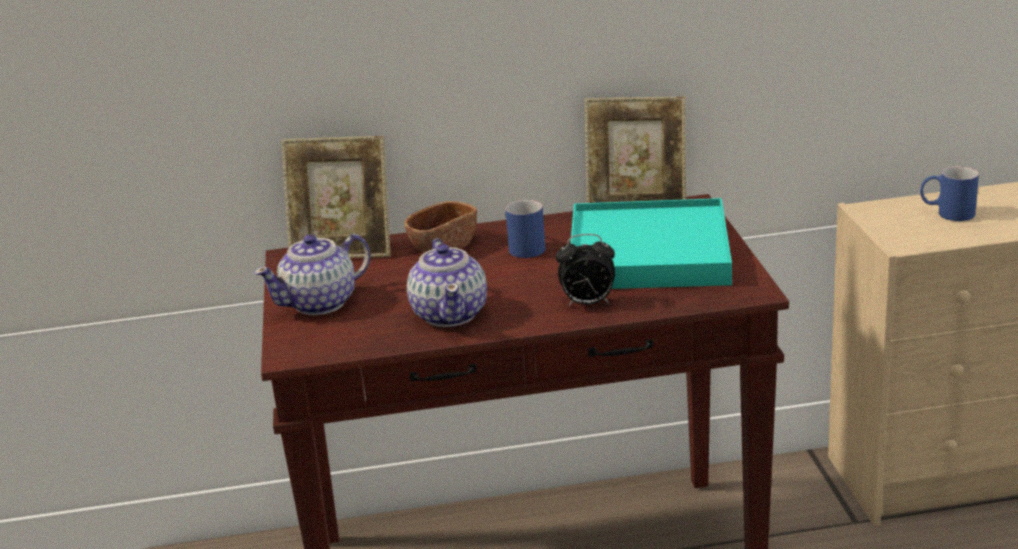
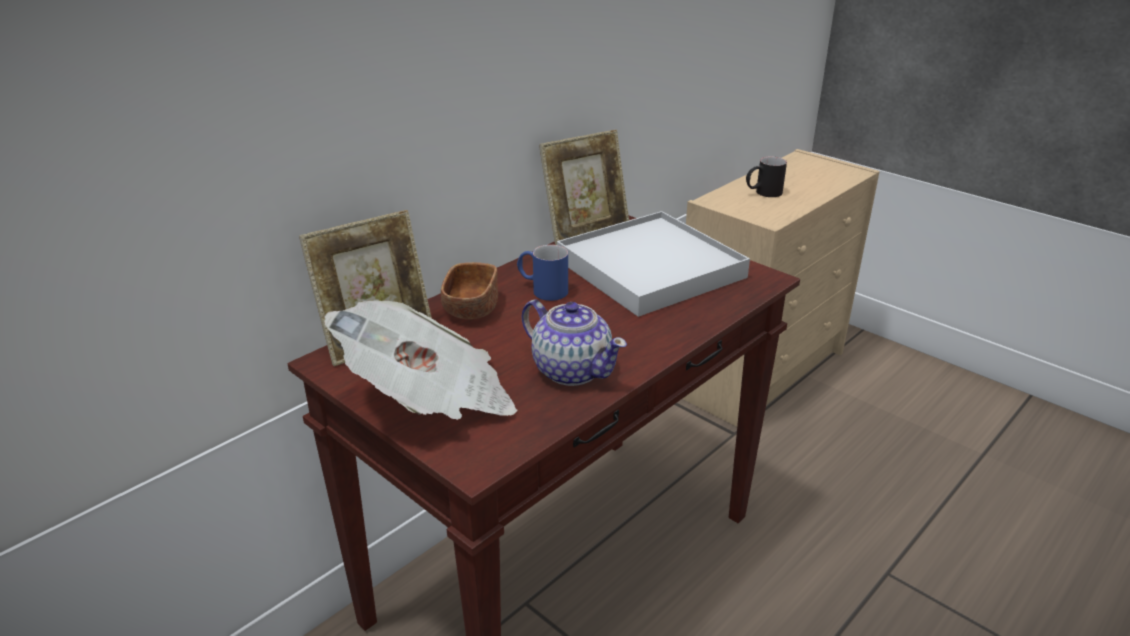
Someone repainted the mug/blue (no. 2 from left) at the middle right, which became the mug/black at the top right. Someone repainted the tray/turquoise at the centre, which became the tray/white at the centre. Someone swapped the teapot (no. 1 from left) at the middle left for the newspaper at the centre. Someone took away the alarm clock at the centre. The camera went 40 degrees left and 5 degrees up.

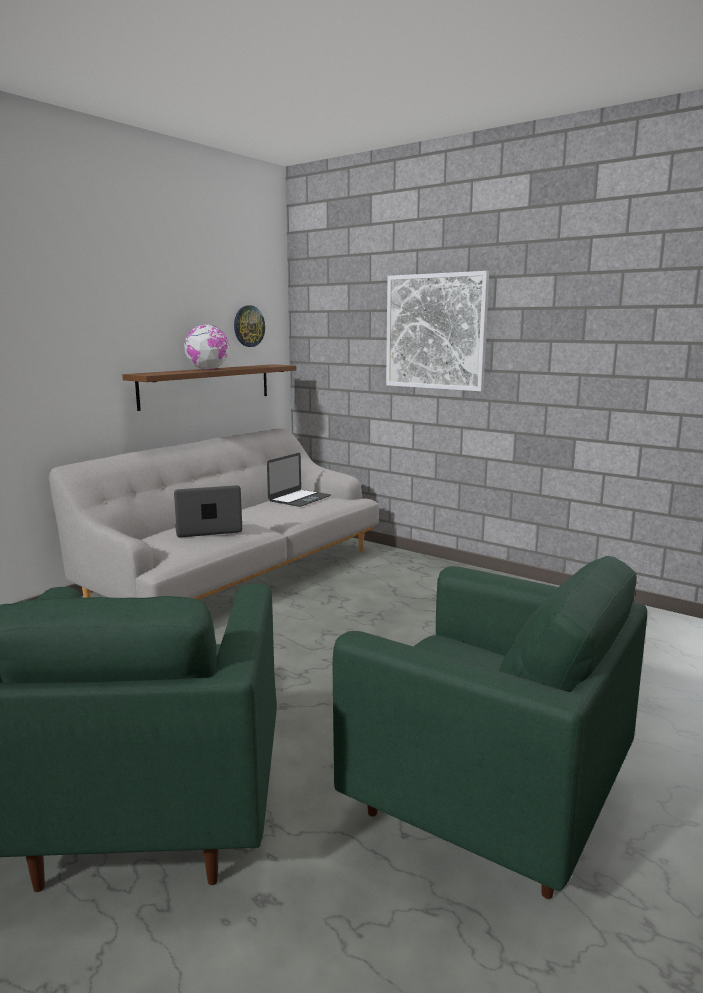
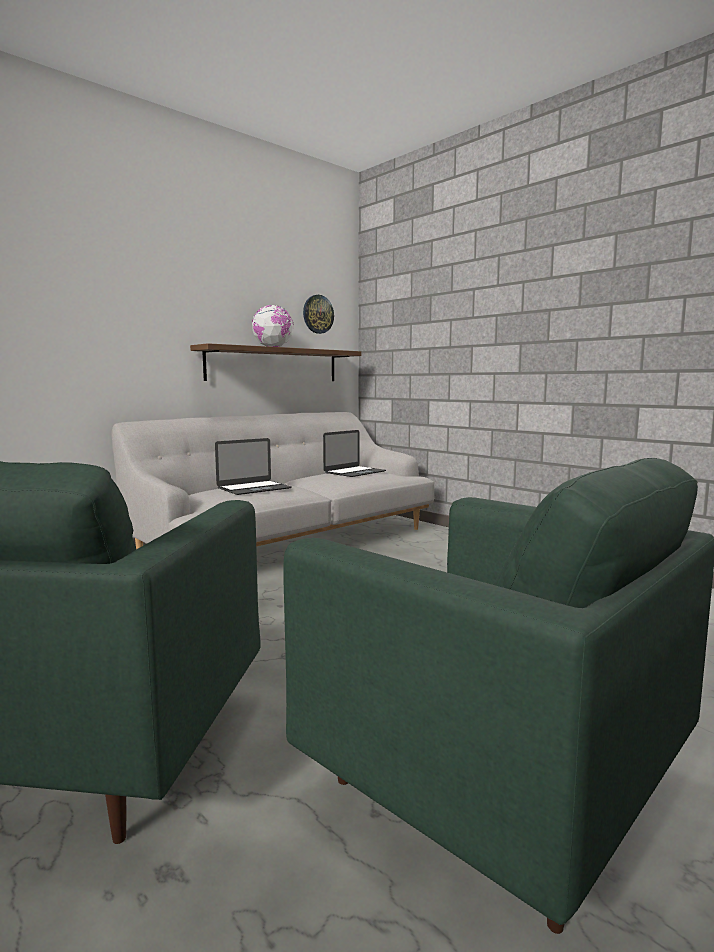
Someone took away the picture at the centre. Someone rotated the laptop (no. 1 from left) at the middle left by 150 degrees clockwise. The camera went 10 degrees right and 5 degrees down.

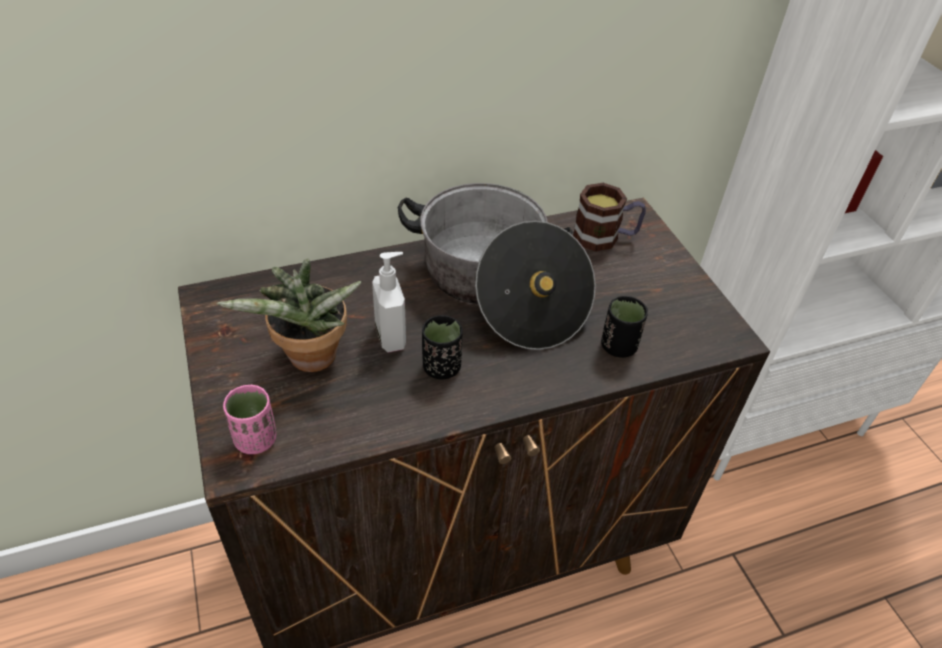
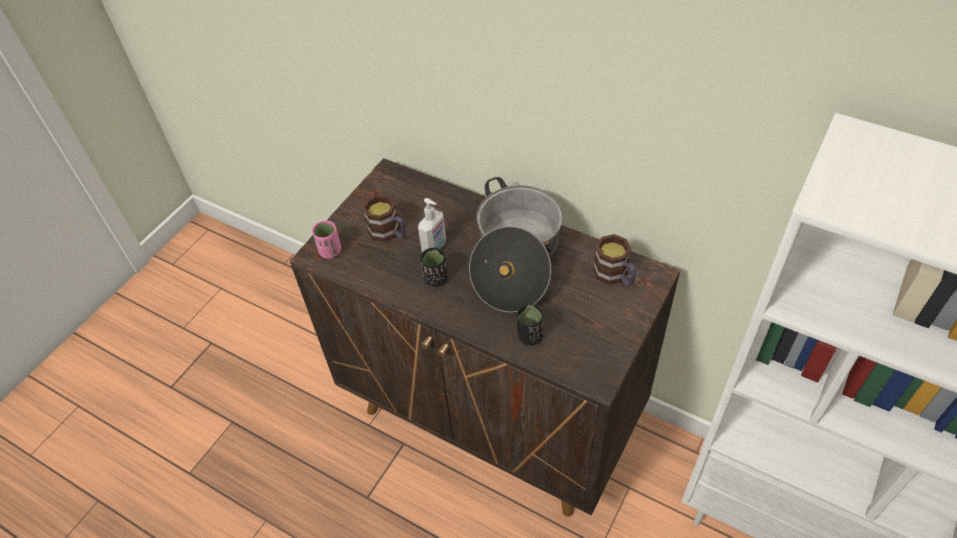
Someone swapped the potted plant at the middle left for the mug (no. 1 from left) at the centre. The camera went 55 degrees right and 5 degrees up.

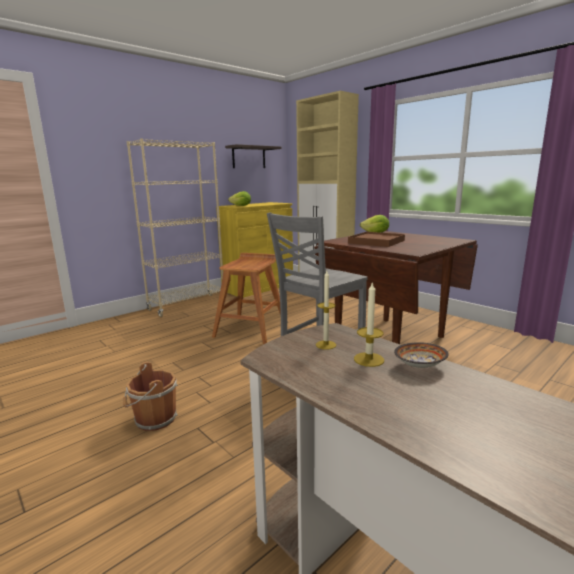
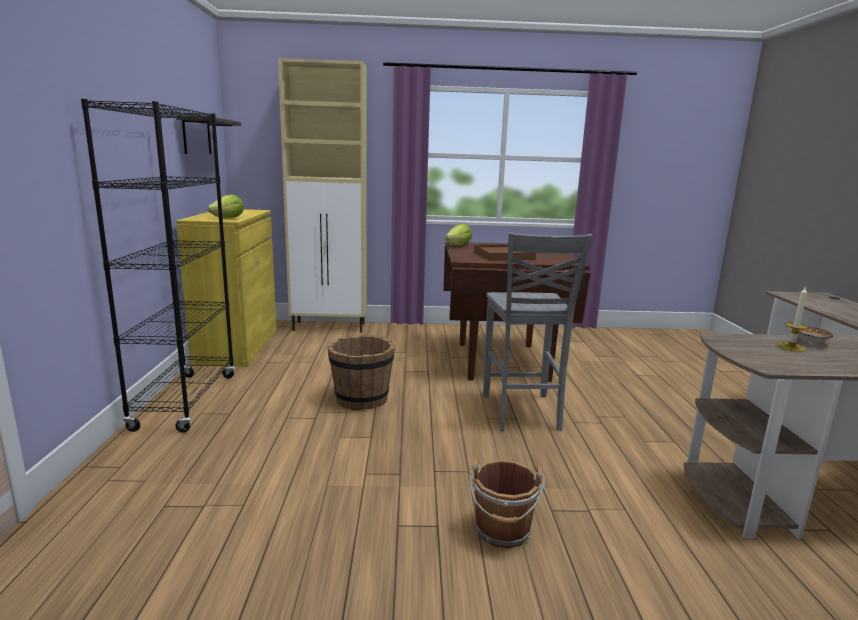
Someone repainted the bookcase/beige at the middle left, which became the bookcase/black at the middle left. Someone swapped the stool/brown at the centre for the bucket/brown (no. 1 from left) at the centre. Someone took away the candle (no. 1 from left) at the centre. The camera went 50 degrees left and 0 degrees up.

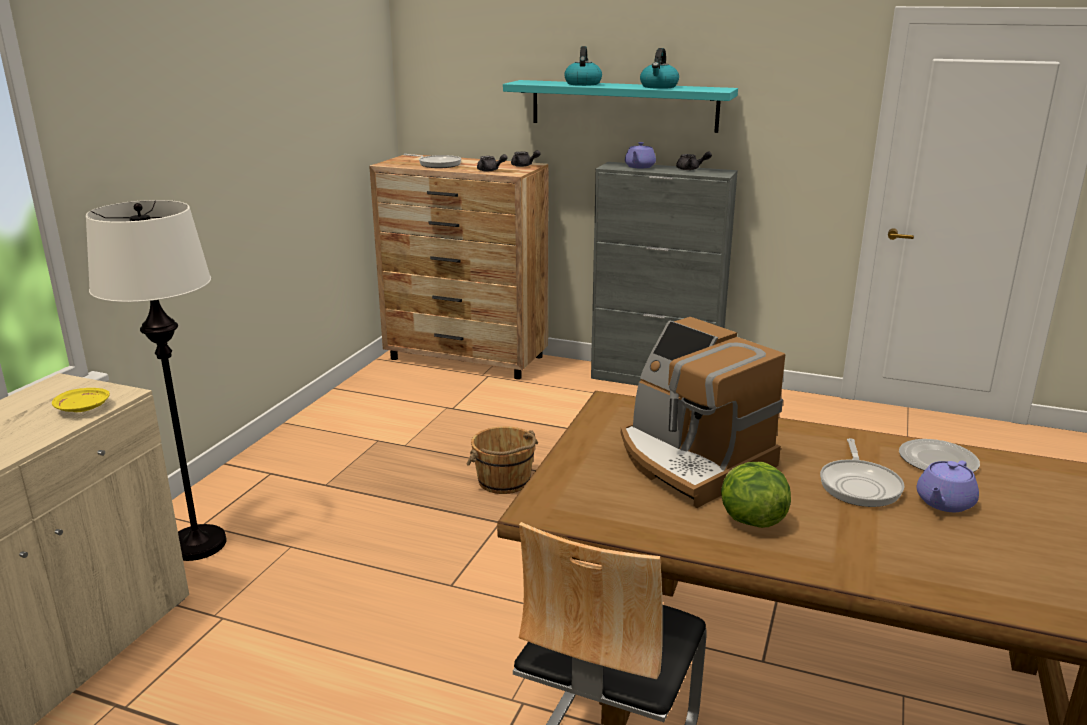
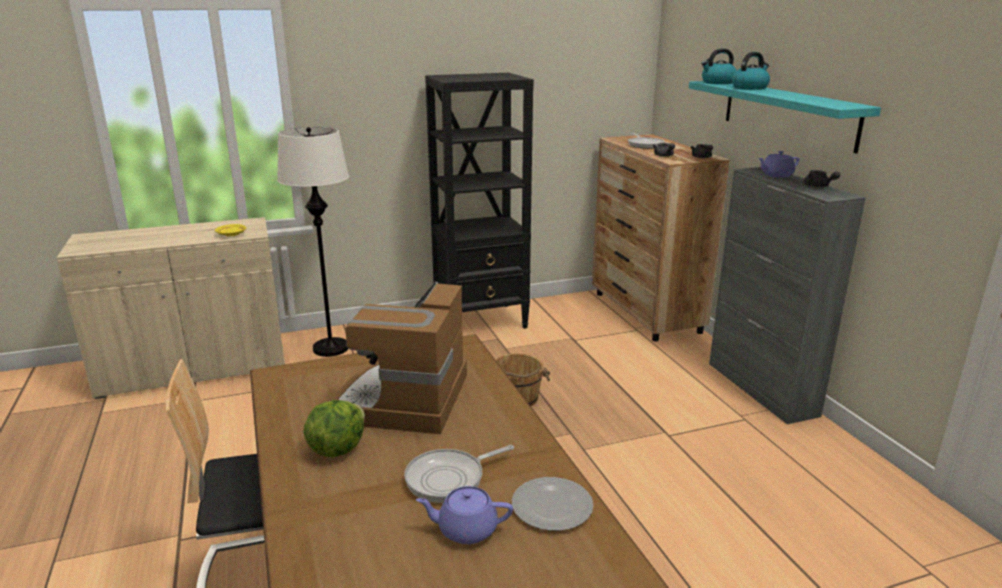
Someone carried the kettle (no. 2 from left in the first image) from the top centre to the top right. Someone put down the bookcase/black at the centre. The camera went 50 degrees right and 0 degrees up.

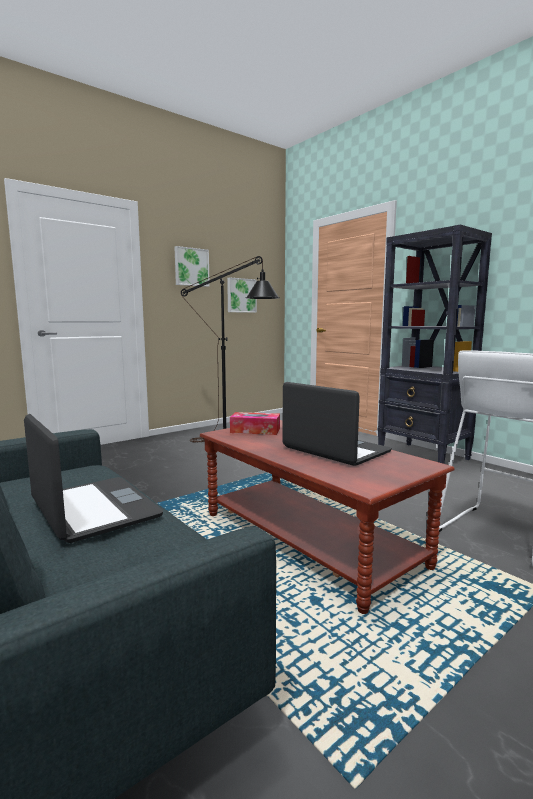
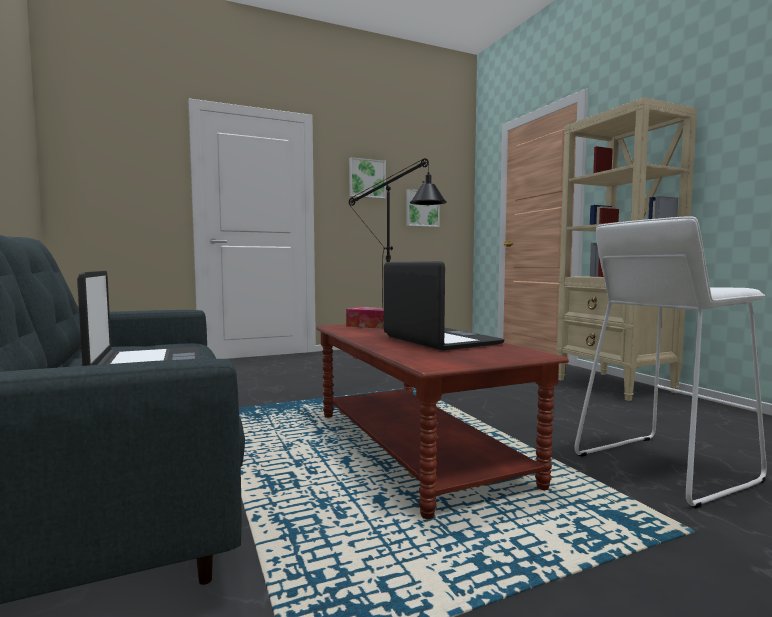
Someone repainted the bookcase/black at the middle right, which became the bookcase/beige at the middle right. The camera went 15 degrees right and 5 degrees down.

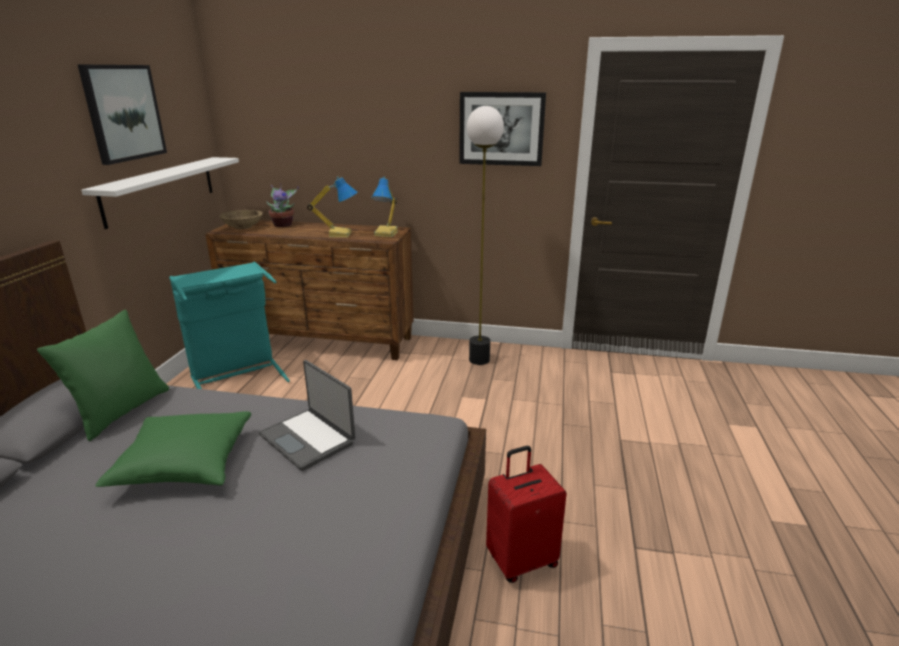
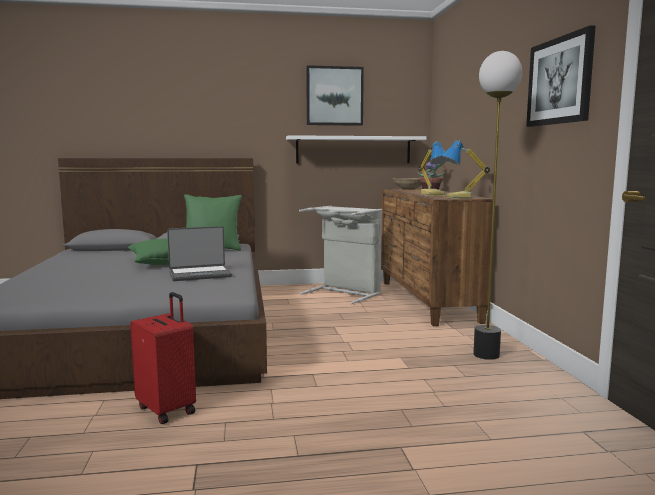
Someone repainted the laundry basket/turquoise at the middle left, which became the laundry basket/grey at the centre. Someone rotated the laptop at the centre by 135 degrees counterclockwise. The camera went 70 degrees right and 15 degrees down.

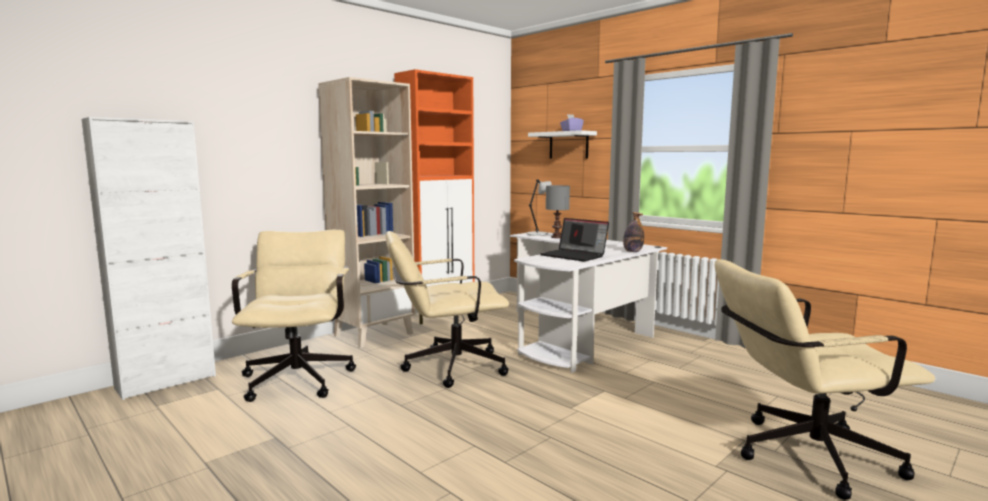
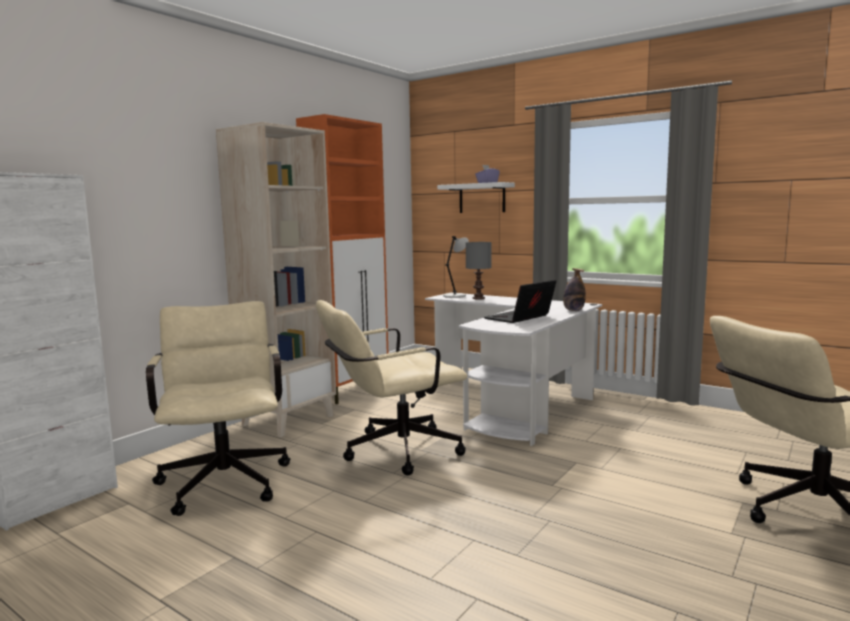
Someone rotated the laptop at the centre by 105 degrees clockwise. The camera went 10 degrees left and 0 degrees up.

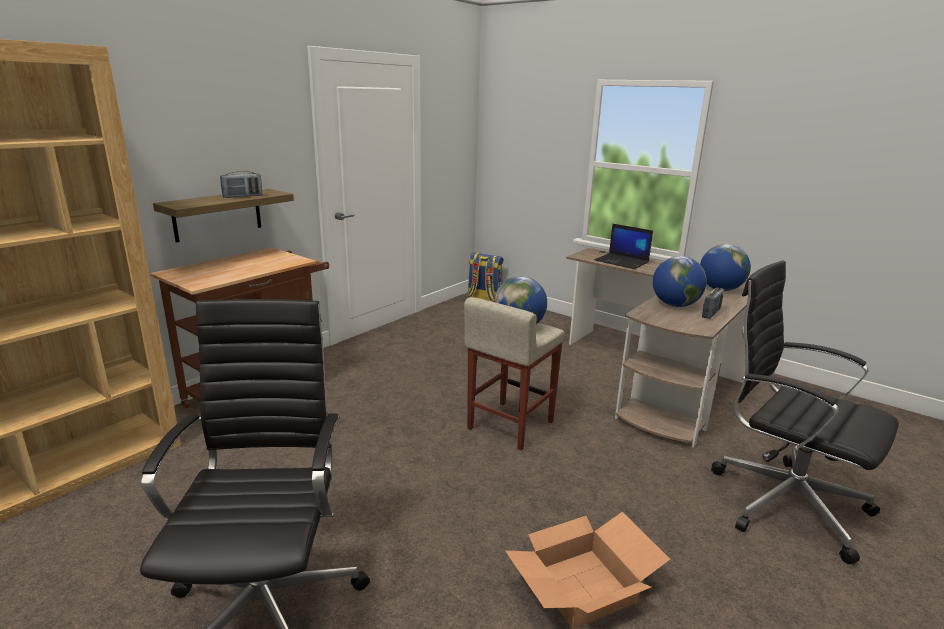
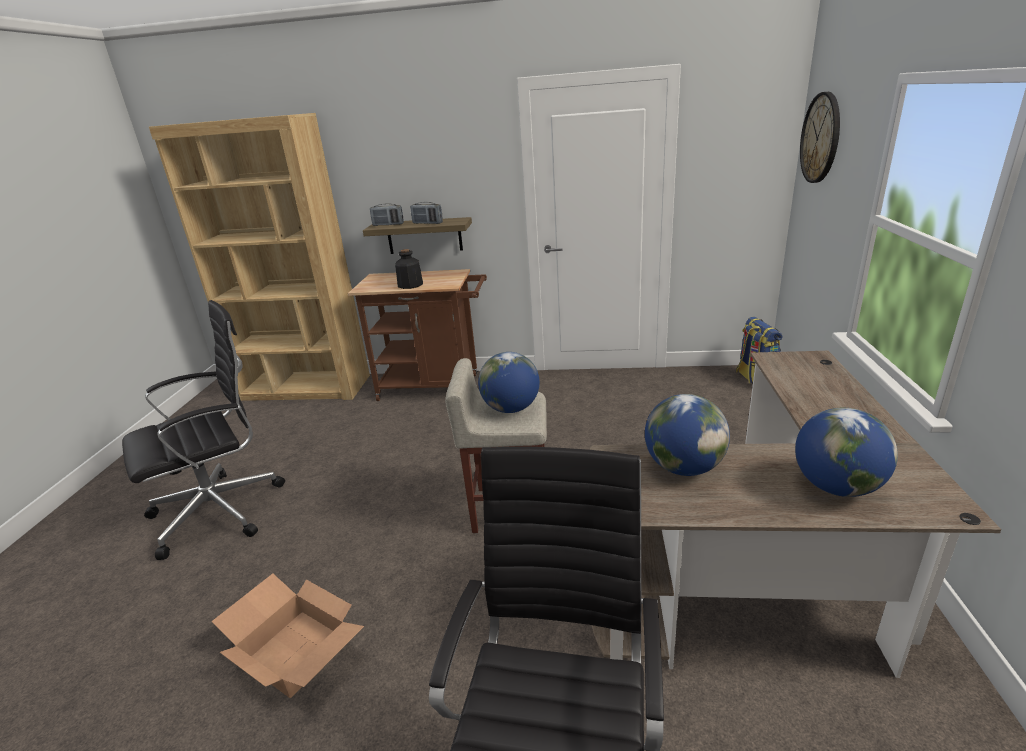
Someone took away the laptop at the centre. Someone carried the radio (no. 2 from left in the first image) from the middle right to the top centre. Someone put up the wall clock at the top right. Someone put down the bottle at the centre. The camera went 60 degrees right and 5 degrees up.

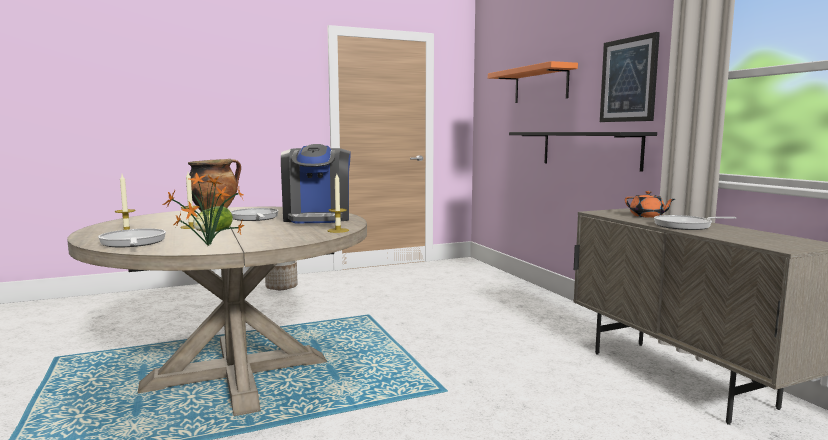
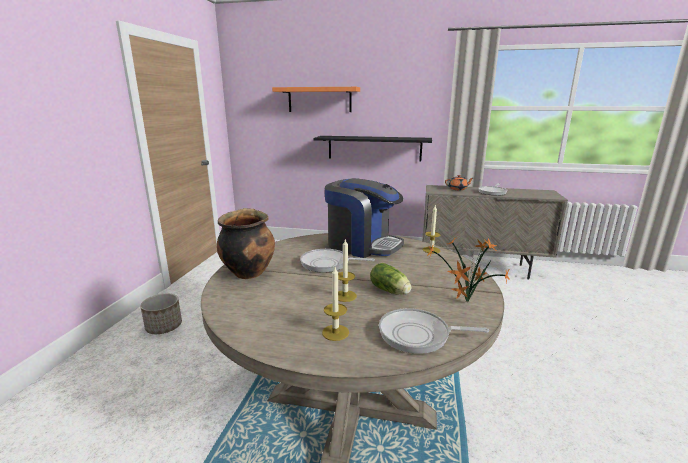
Someone took away the picture at the top right. The camera went 55 degrees left and 10 degrees up.

